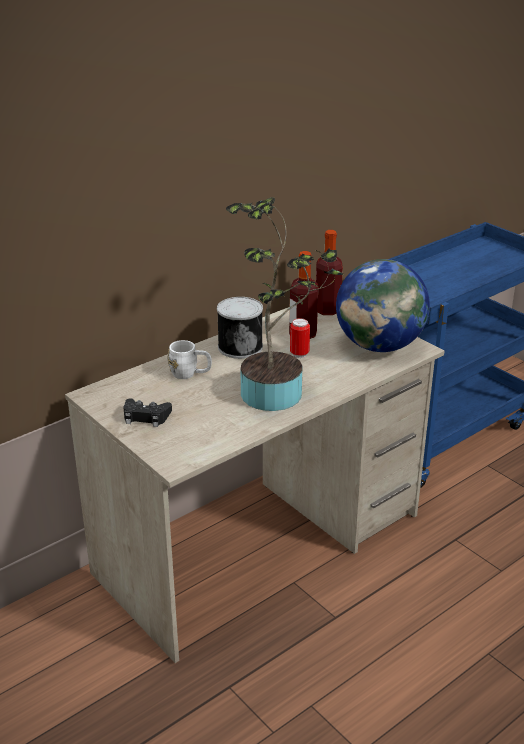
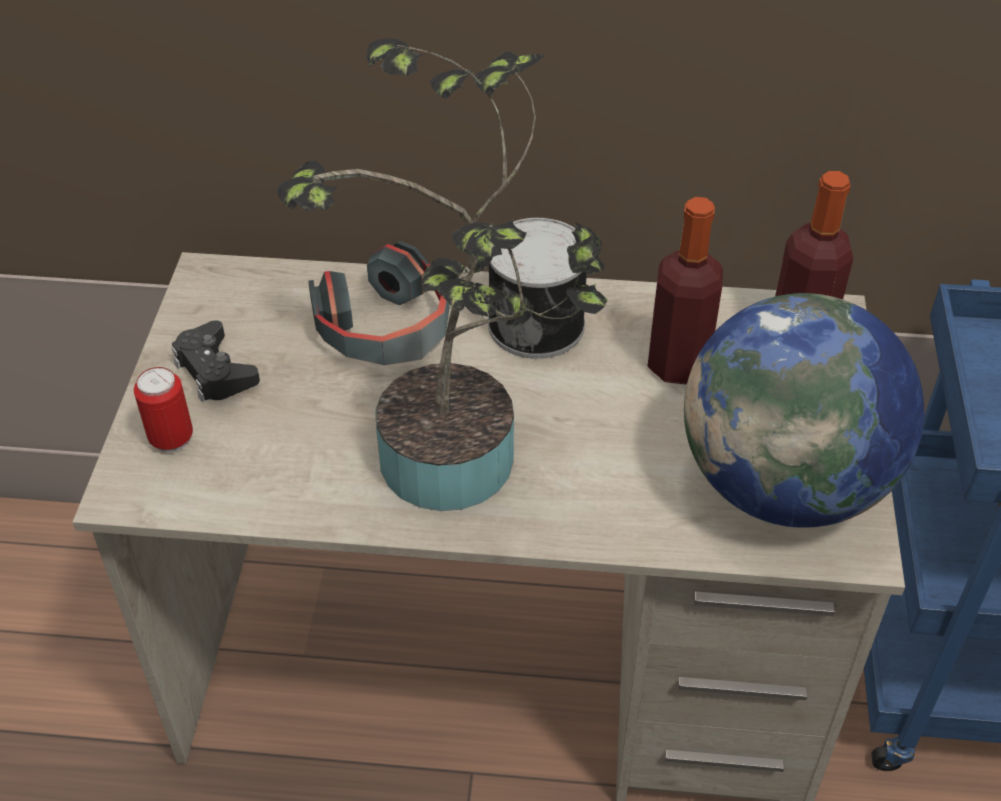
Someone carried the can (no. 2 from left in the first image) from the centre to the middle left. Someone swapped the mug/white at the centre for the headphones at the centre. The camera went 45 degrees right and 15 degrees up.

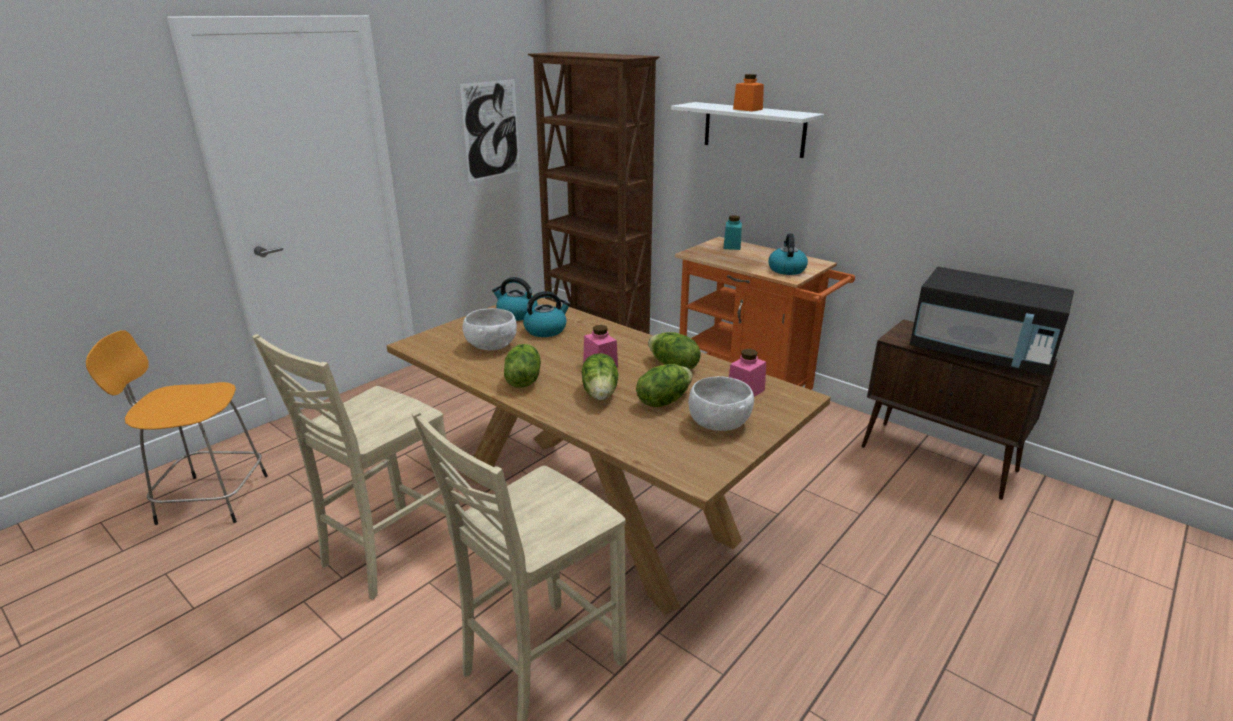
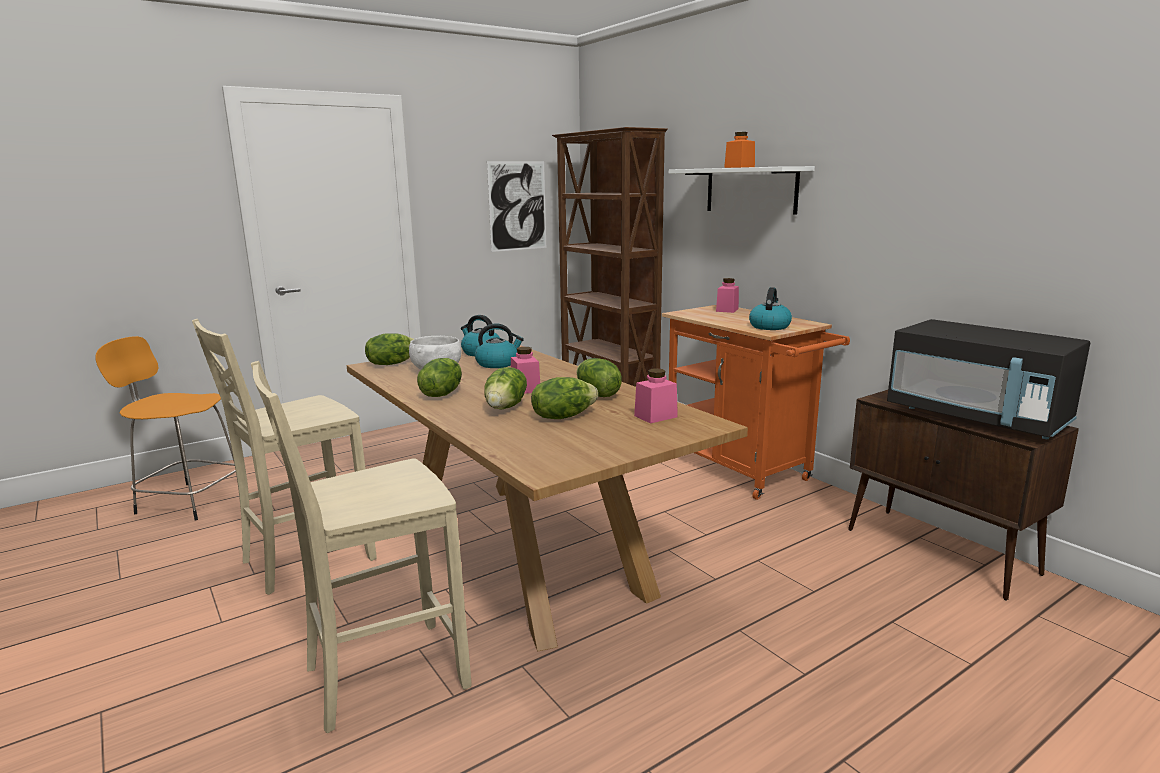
Someone repainted the jar/turquoise at the top centre, which became the jar/pink (no. 3 from left) at the centre. Someone took away the bowl/white (no. 2 from left) at the centre. Someone put down the lettuce (no. 1 from left) at the centre. The camera went 15 degrees right and 10 degrees down.

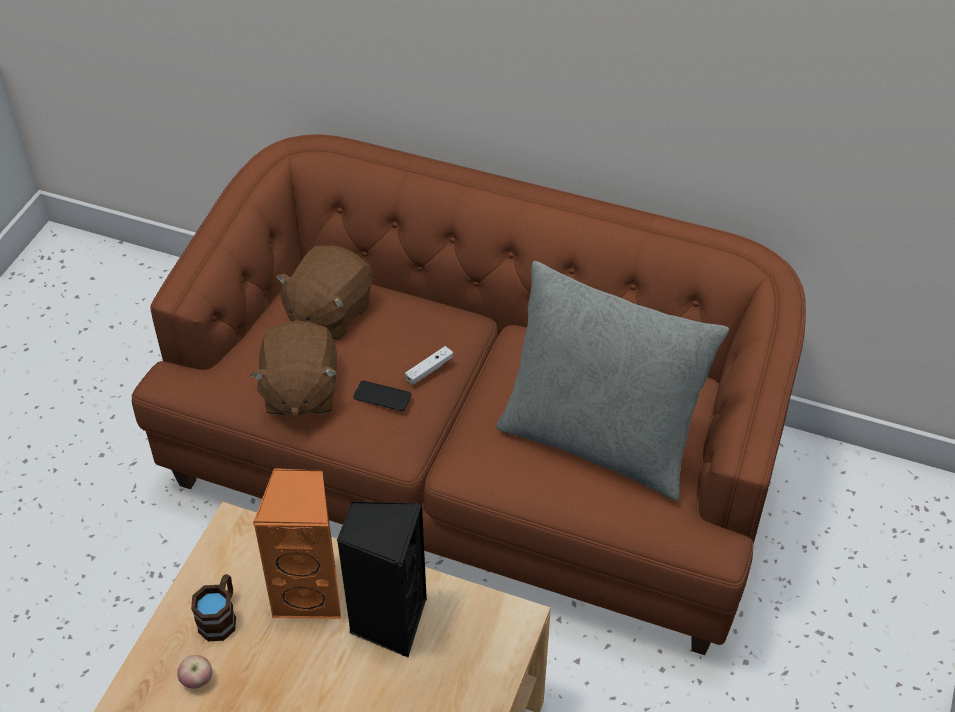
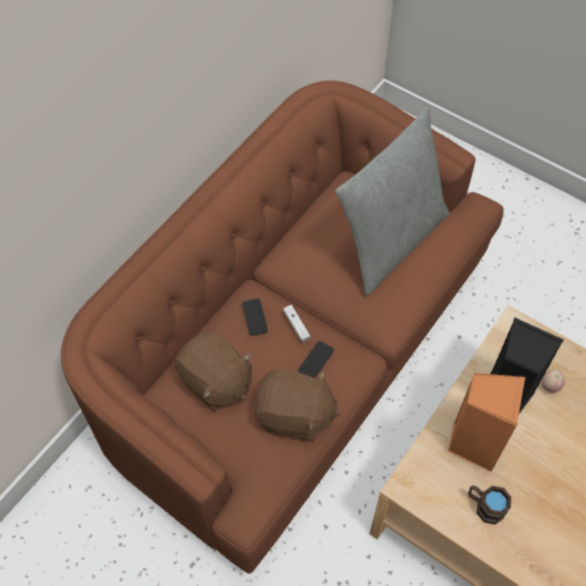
Someone carried the apple from the bottom left to the middle right. Someone put down the phone (no. 1 from left) at the centre. The camera went 75 degrees left and 10 degrees up.

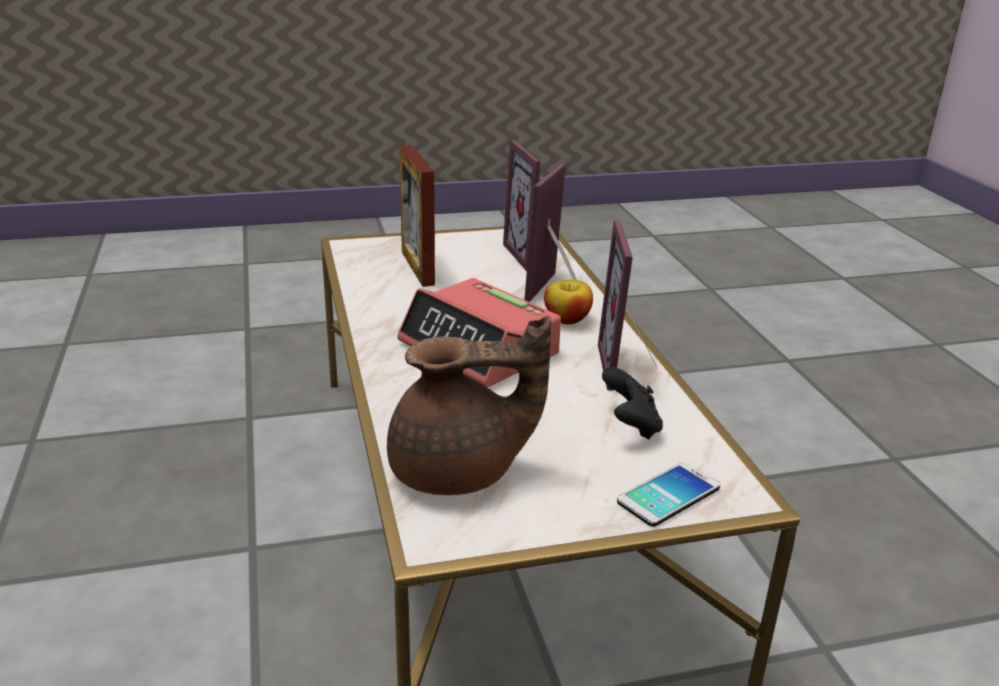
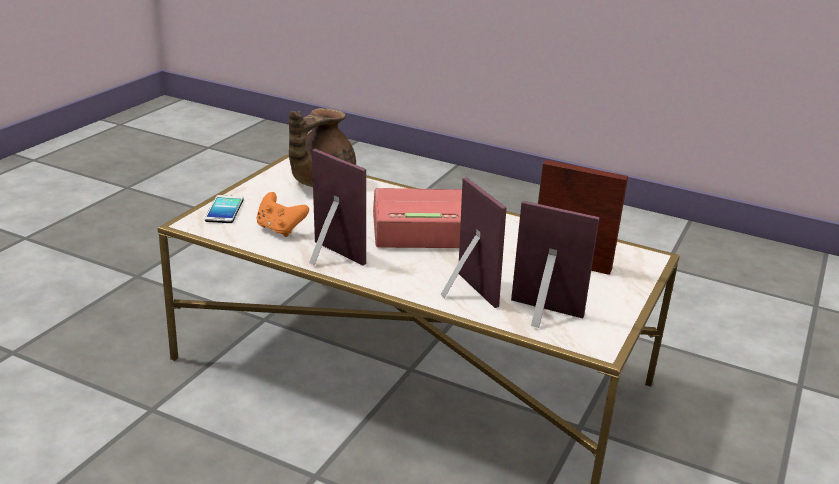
Someone took away the apple at the centre. Someone repainted the game controller/black at the centre, which became the game controller/orange at the centre. The camera went 130 degrees right and 0 degrees up.

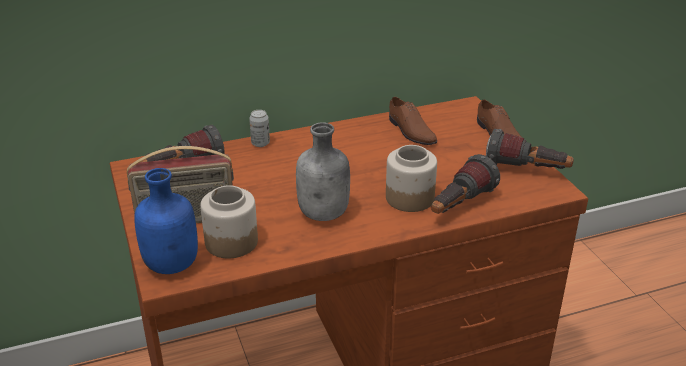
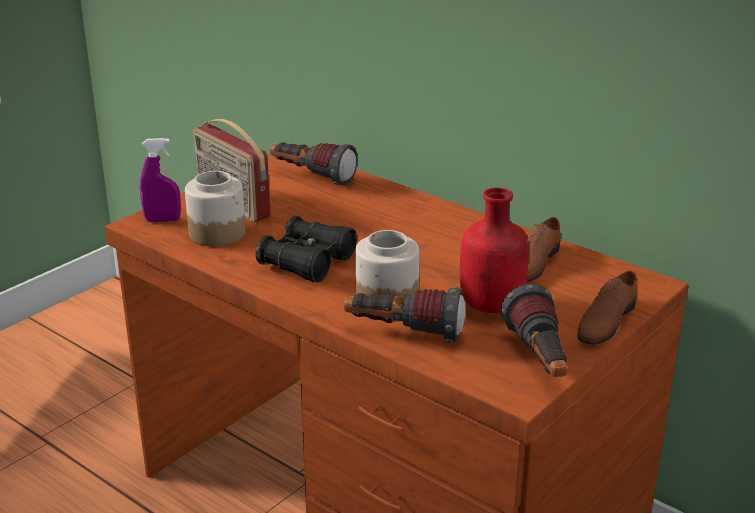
Someone took away the can at the centre. Someone swapped the bottle/grey at the centre for the binoculars/black at the centre. Someone swapped the bottle/blue at the middle left for the spray bottle/purple at the middle left. Someone put down the bottle/red at the centre. The camera went 60 degrees right and 5 degrees down.

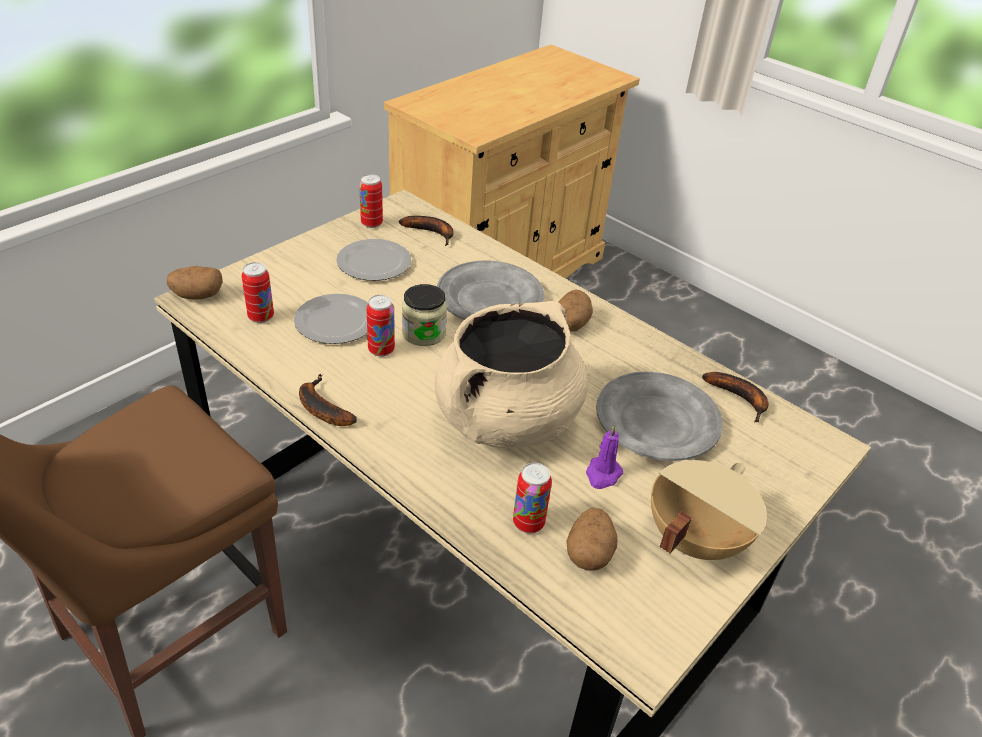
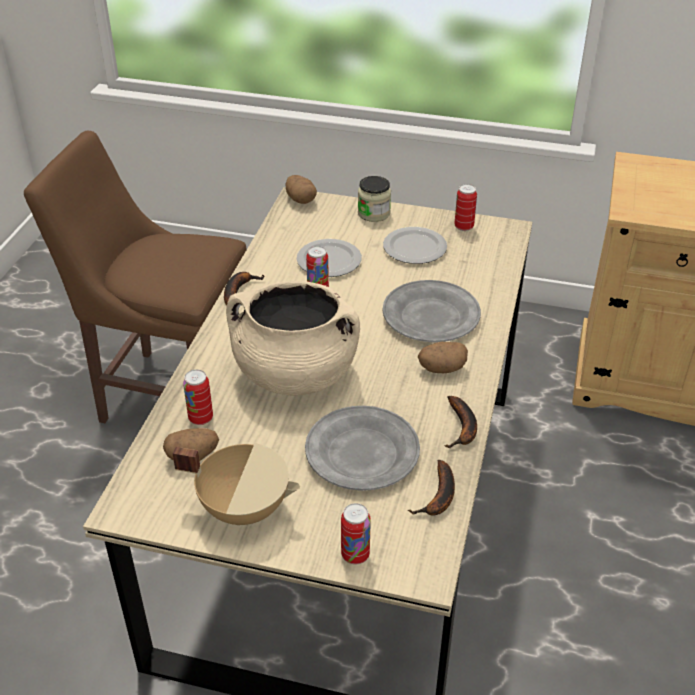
Someone carried the banana (no. 2 from left in the first image) from the top centre to the centre. Someone carried the can (no. 1 from left in the first image) from the middle left to the bottom centre. Someone carried the jar from the centre to the top centre. Someone took away the candle/purple at the centre. The camera went 65 degrees right and 0 degrees up.

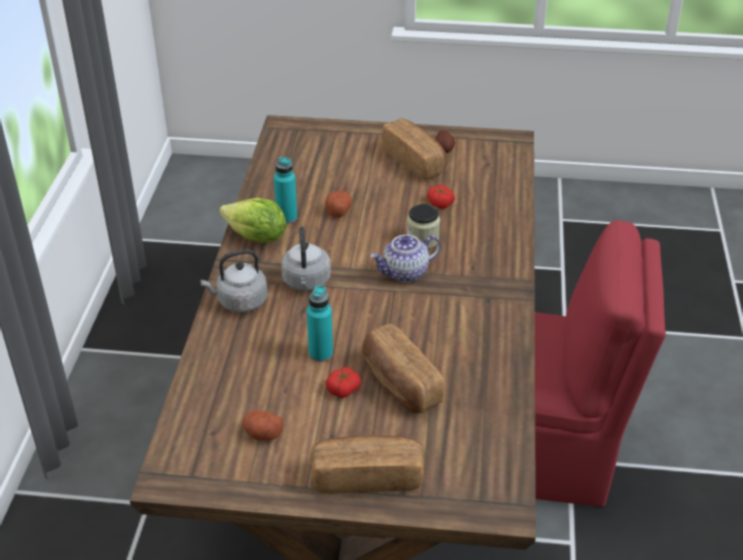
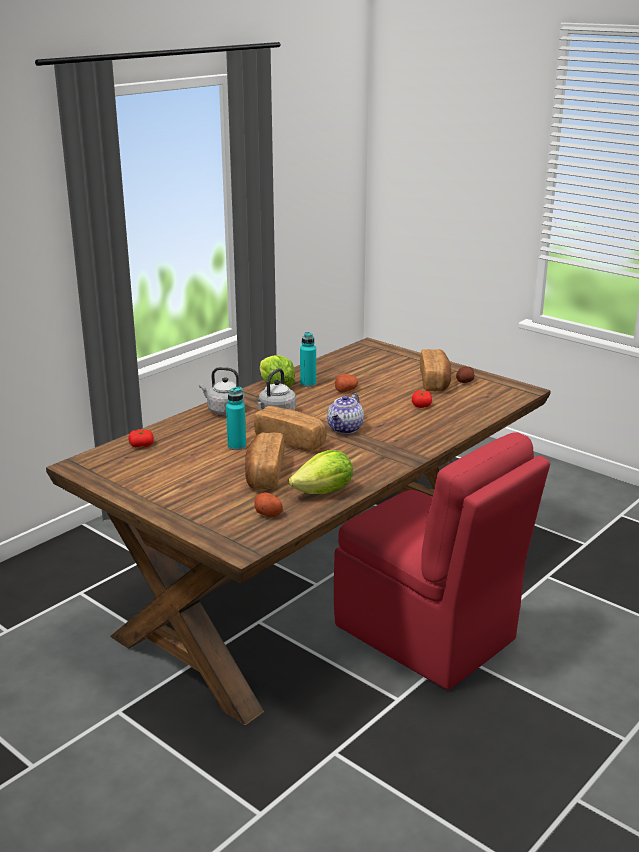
Someone took away the jar at the centre. Someone rotated the teapot at the centre by 75 degrees counterclockwise. Someone carried the tomato (no. 1 from left) from the bottom centre to the middle left. Someone carried the potato (no. 1 from left) from the bottom centre to the centre. Someone carried the bread (no. 1 from left in the first image) from the bottom centre to the centre. Someone put down the lettuce (no. 2 from left) at the centre. The camera went 35 degrees right and 15 degrees down.

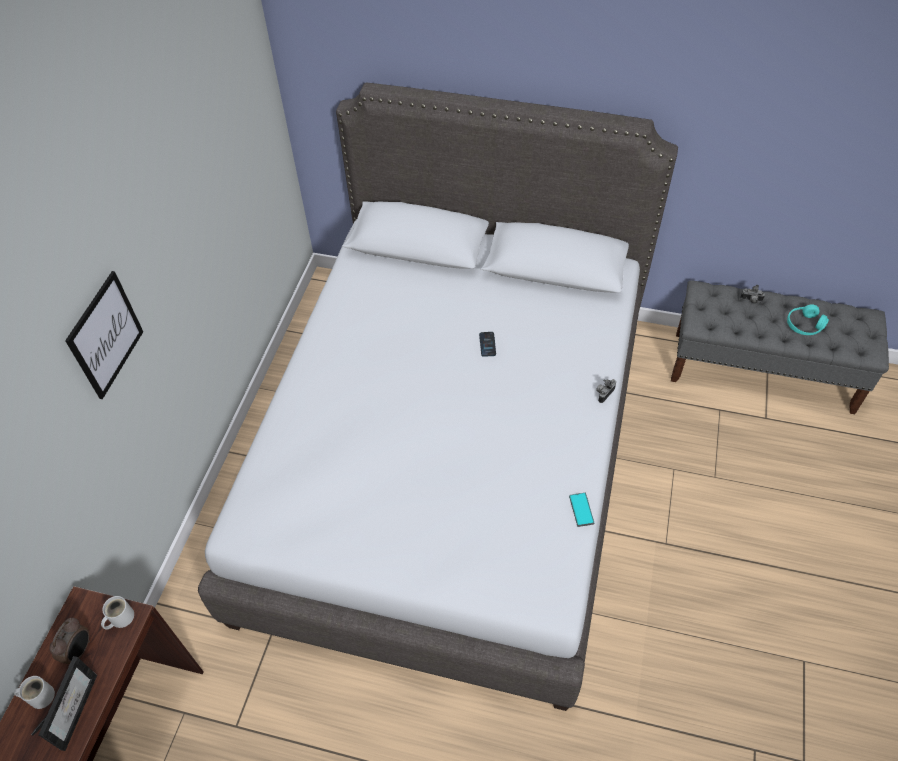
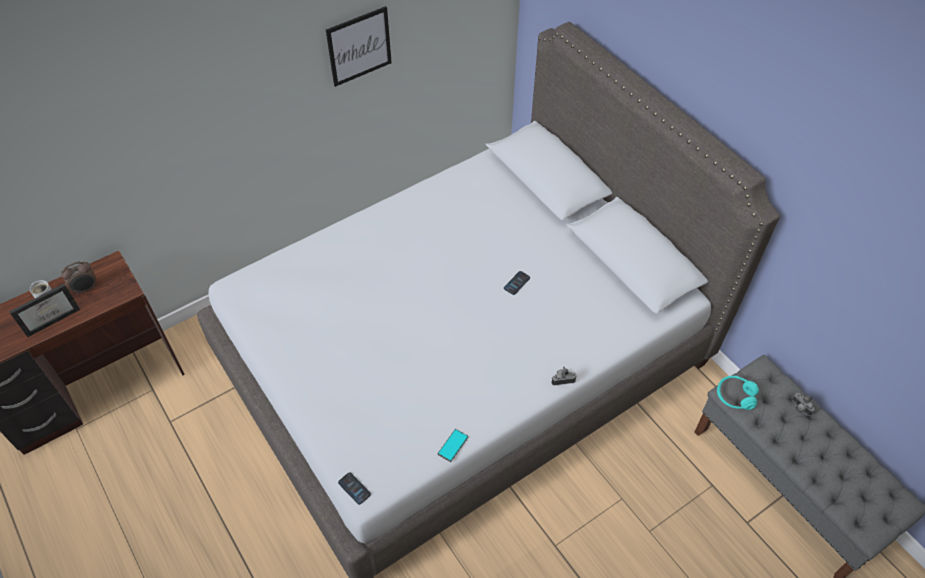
Someone carried the picture from the middle left to the top centre. Someone carried the headphones/turquoise from the middle right to the bottom right. Someone took away the mug/white (no. 2 from left) at the bottom left. Someone put down the phone (no. 1 from left) at the bottom centre. The camera went 40 degrees right and 0 degrees up.

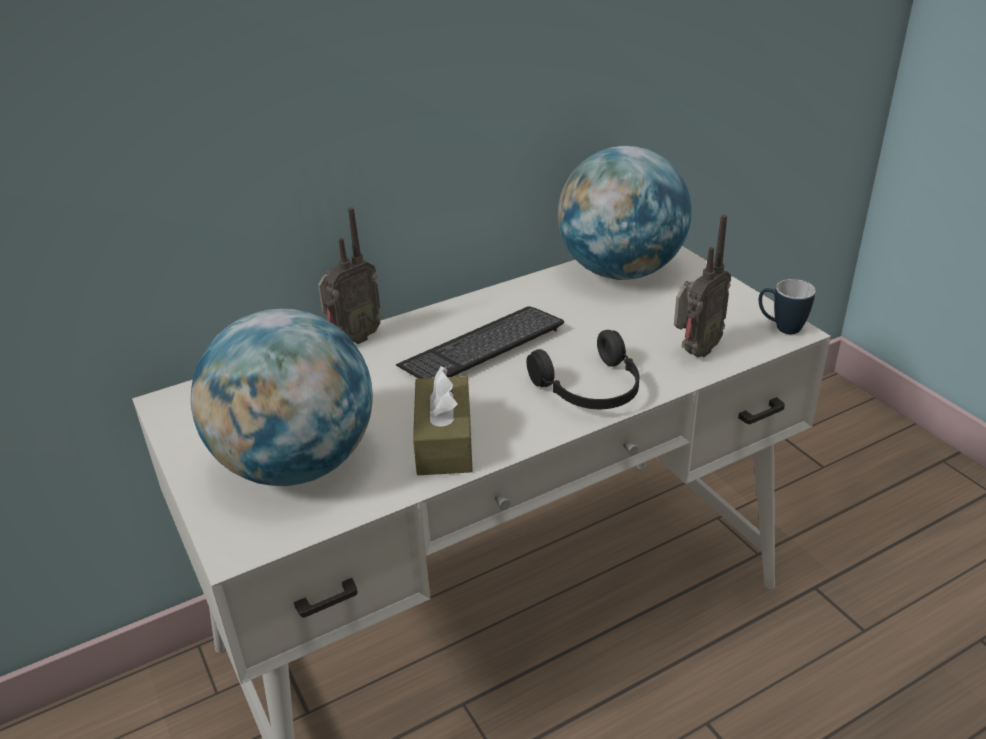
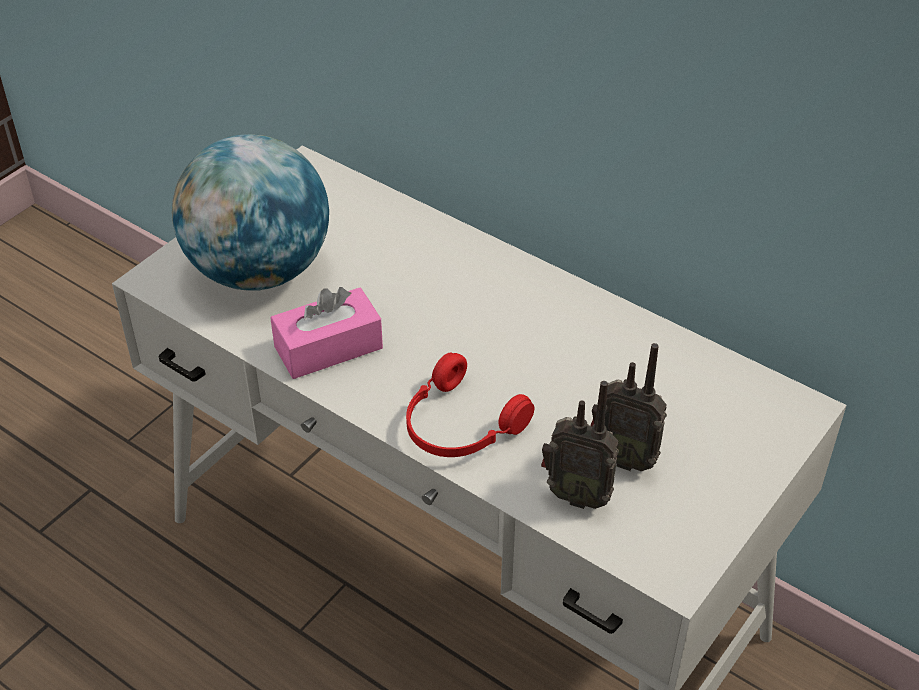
Someone took away the globe (no. 2 from left) at the top centre. Someone carried the radio (no. 1 from left in the first image) from the centre to the middle right. Someone took away the mug at the middle right. Someone took away the keyboard at the centre. Someone repainted the headphones/black at the centre, which became the headphones/red at the centre. Someone repainted the tissue box/brown at the centre, which became the tissue box/pink at the centre. The camera went 65 degrees right and 10 degrees up.

